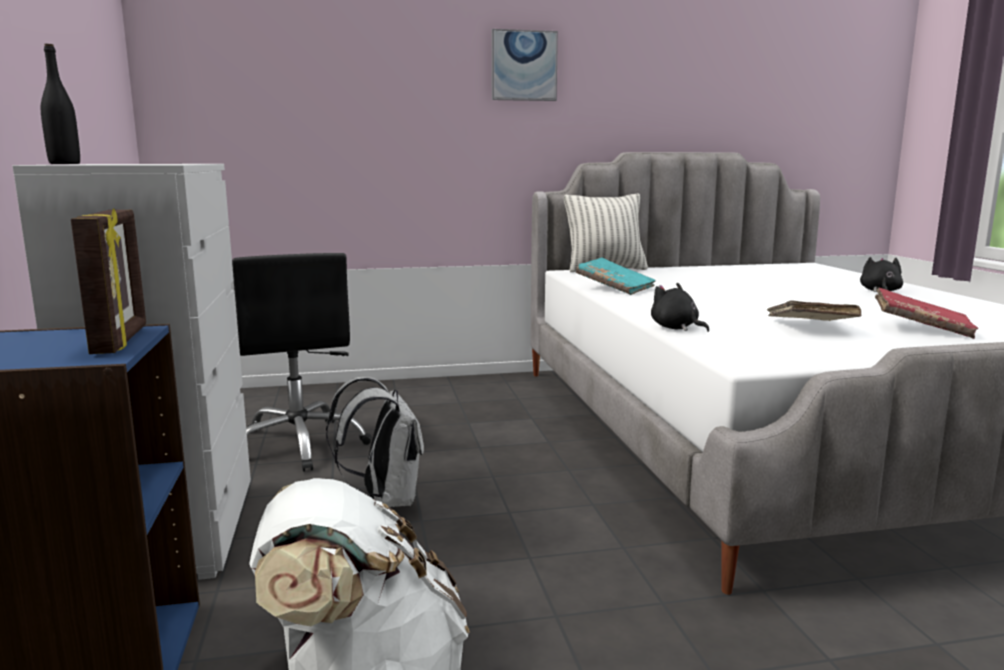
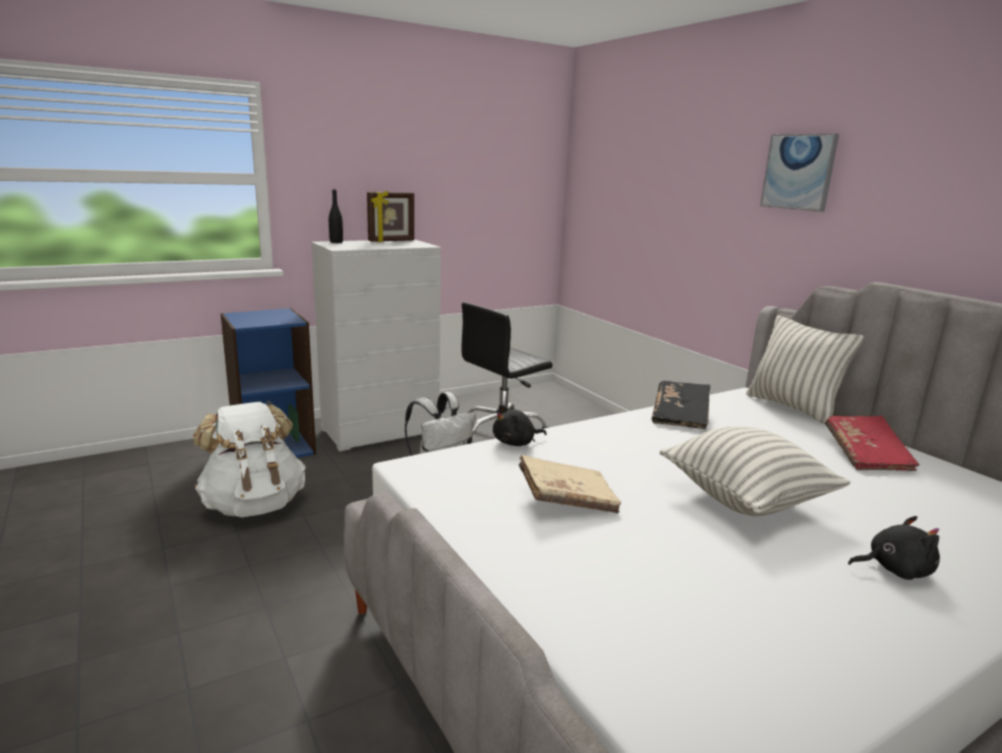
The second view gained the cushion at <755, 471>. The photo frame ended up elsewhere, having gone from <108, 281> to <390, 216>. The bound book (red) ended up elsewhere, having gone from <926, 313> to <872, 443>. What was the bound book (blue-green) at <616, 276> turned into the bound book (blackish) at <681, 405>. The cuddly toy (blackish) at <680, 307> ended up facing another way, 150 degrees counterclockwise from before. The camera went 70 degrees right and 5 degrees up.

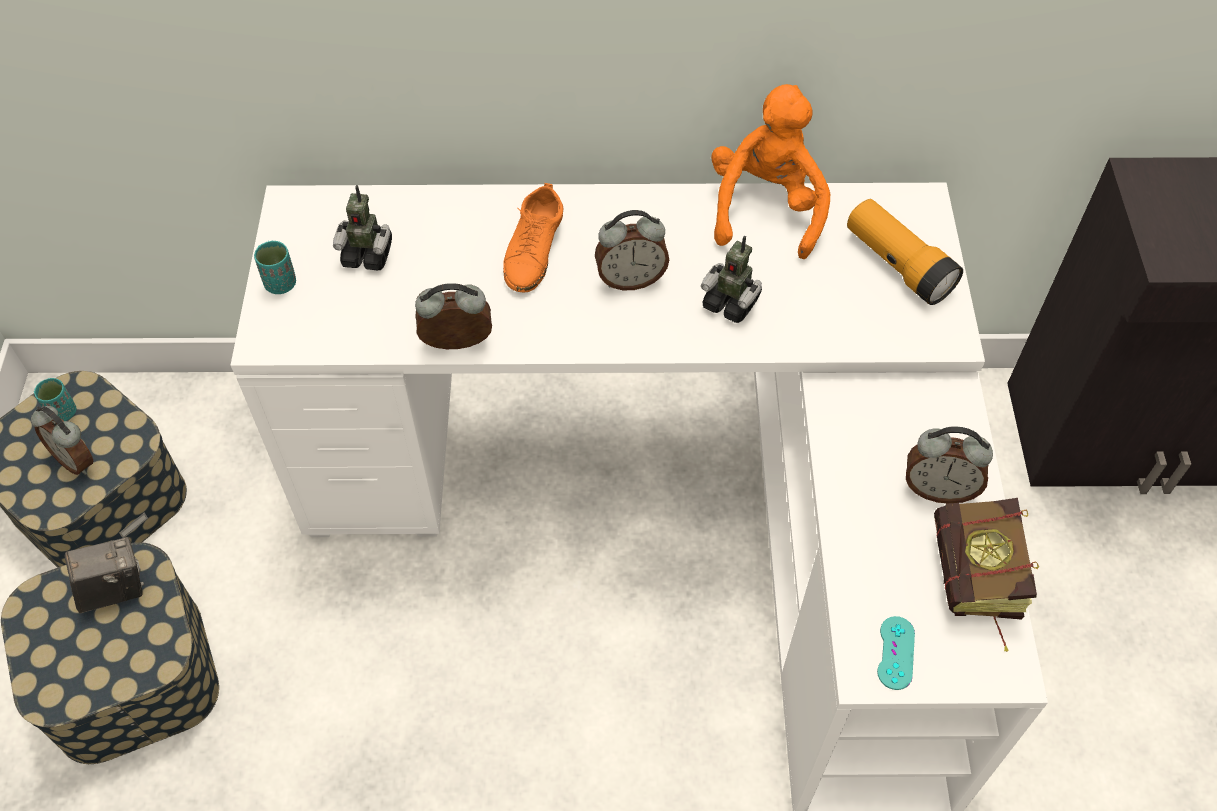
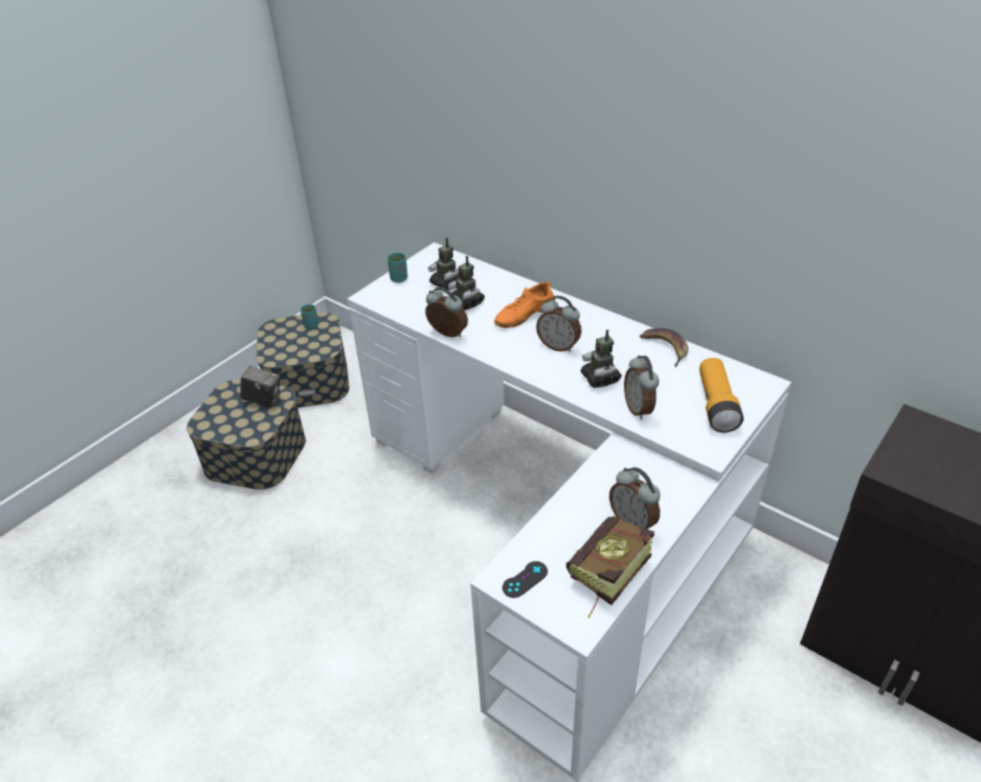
The second view gained the toy robot at <466, 283>. The bedside clock ended up elsewhere, having gone from <62, 440> to <641, 387>. Where the cuddly toy (orange-coloured) stood at <770, 171>, the whole banana came to stand at <663, 347>. What was the joypad (blue-green) at <896, 653> turned into the joypad (blackish) at <525, 579>. The camera went 40 degrees right and 15 degrees down.

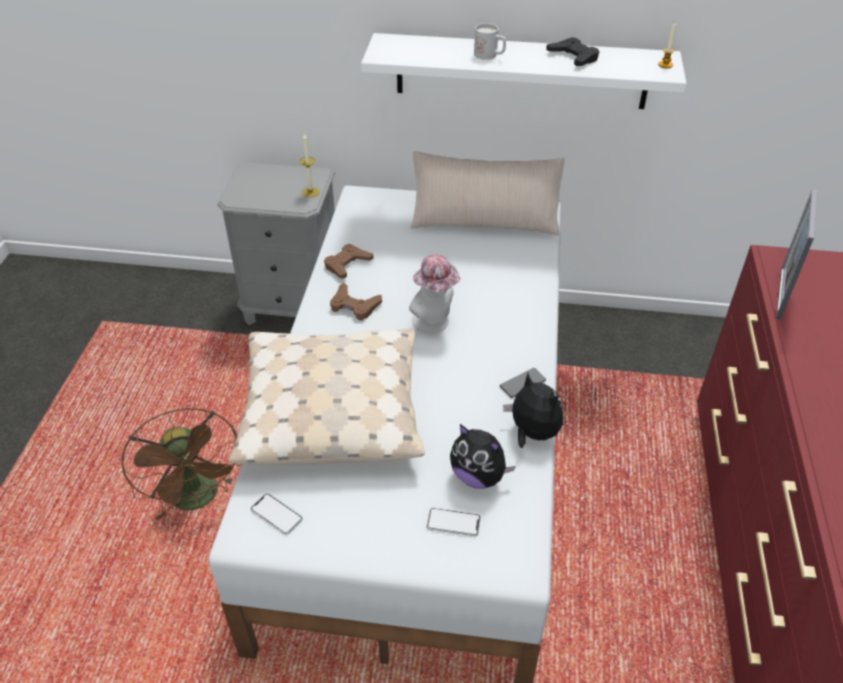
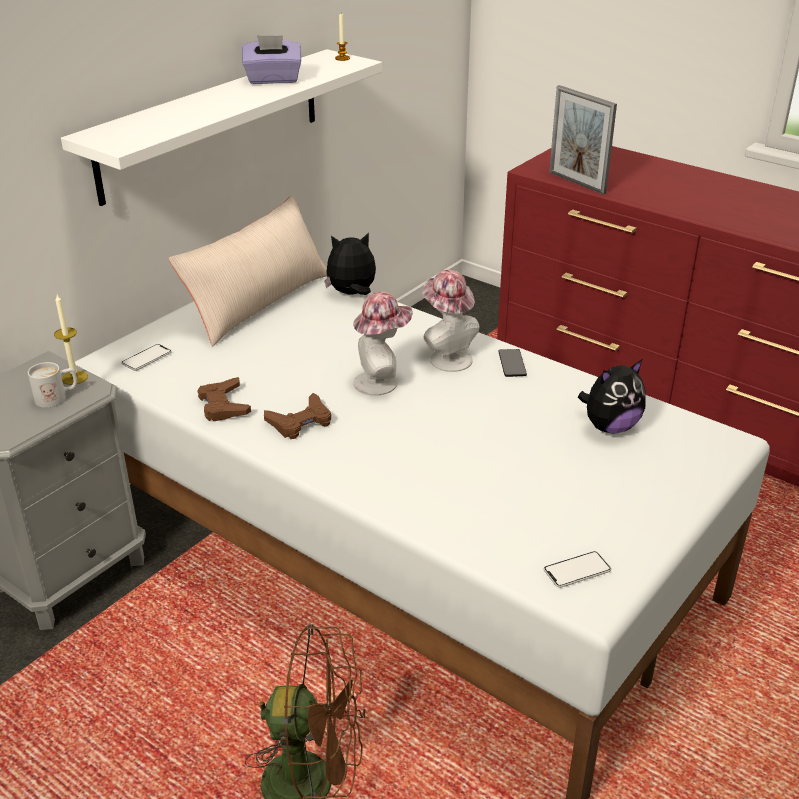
The second view lost the cushion (beige-coloured) at <326, 397>. The second view gained the wearable hat at <450, 321>. The telephone ended up elsewhere, having gone from <454, 522> to <146, 357>. The tea mug (white) ended up elsewhere, having gone from <490, 41> to <52, 385>. The cuddly toy ended up elsewhere, having gone from <533, 410> to <350, 263>. Where the joypad (blackish) stood at <572, 51>, the tissue holder (purple-coloured) came to stand at <271, 59>. The camera went 60 degrees left and 10 degrees down.

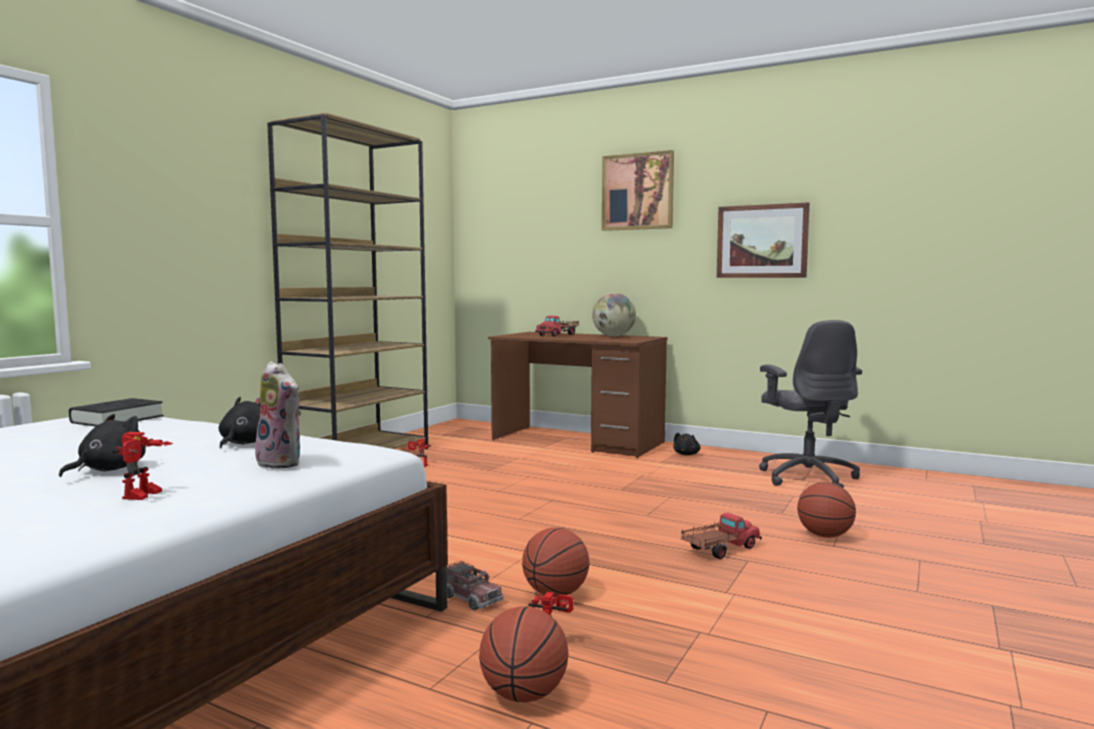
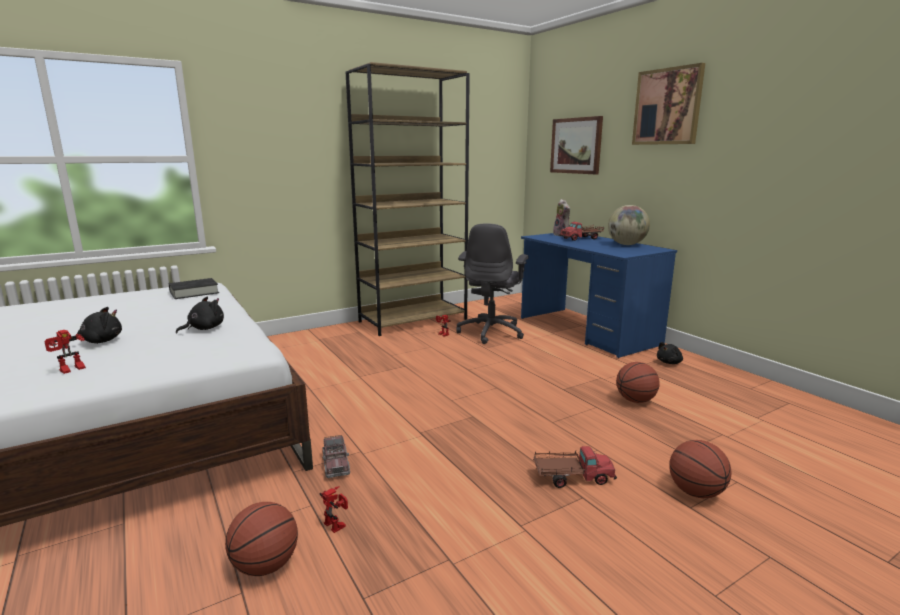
The cuddly toy ended up elsewhere, having gone from <278, 415> to <561, 217>. The basketball ball ended up elsewhere, having gone from <555, 562> to <638, 382>. The wall art ended up elsewhere, having gone from <763, 240> to <576, 145>. The computer chair (grey) ended up elsewhere, having gone from <810, 404> to <492, 283>. What was the desk table (brown) at <577, 395> turned into the desk table (blue-coloured) at <599, 295>. The camera went 30 degrees right and 10 degrees up.

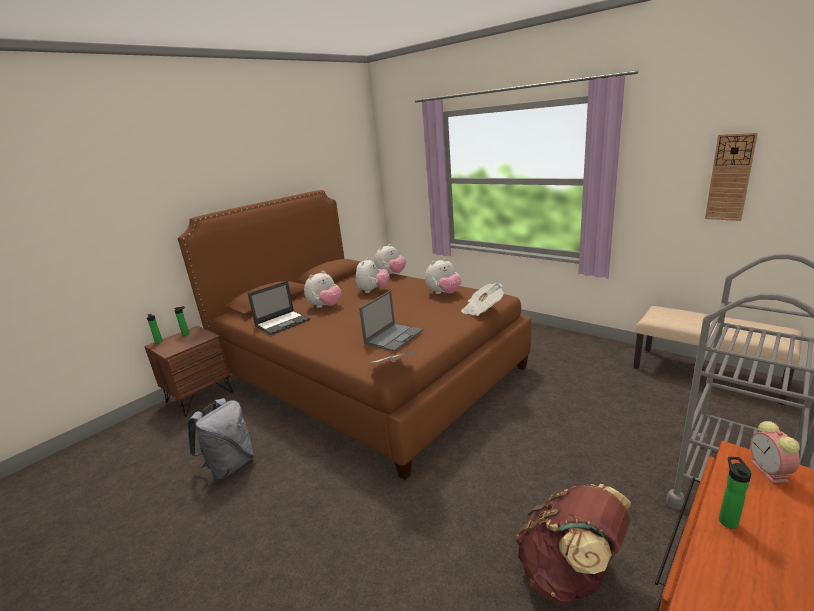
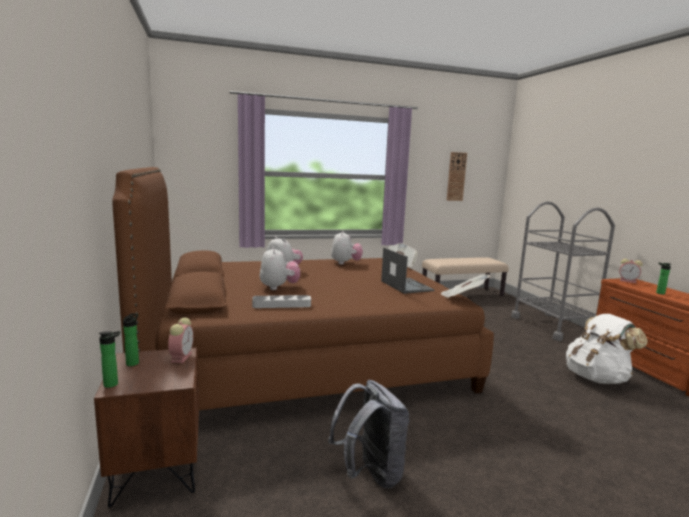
The second view lost the cuddly toy at <390, 259>. The second view gained the bedside clock at <180, 340>. Where the laptop stood at <279, 308>, the carrying tray (grey) came to stand at <281, 301>. What was the knapsack (brown) at <573, 544> turned into the knapsack (white) at <607, 349>. The camera went 60 degrees left and 10 degrees down.

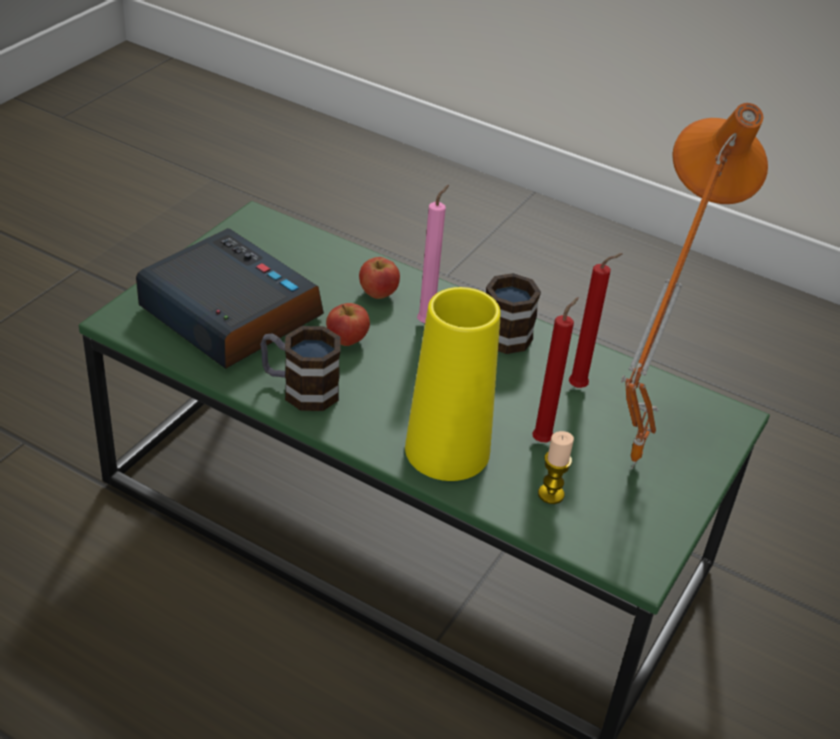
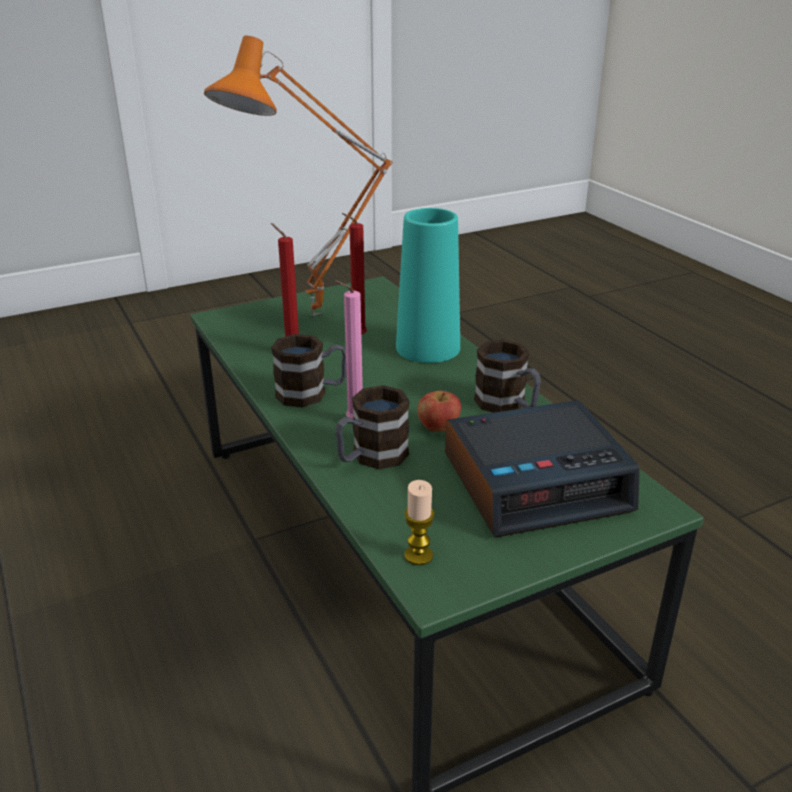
The wax candle ended up elsewhere, having gone from <556, 467> to <419, 522>. Where the apple fruit stood at <379, 278>, the tea mug came to stand at <372, 427>. What was the decorative vase (yellow-coloured) at <453, 384> turned into the decorative vase (blue-green) at <428, 285>. The bedside clock at <230, 298> ended up facing another way, 90 degrees counterclockwise from before. The camera went 145 degrees left and 10 degrees down.

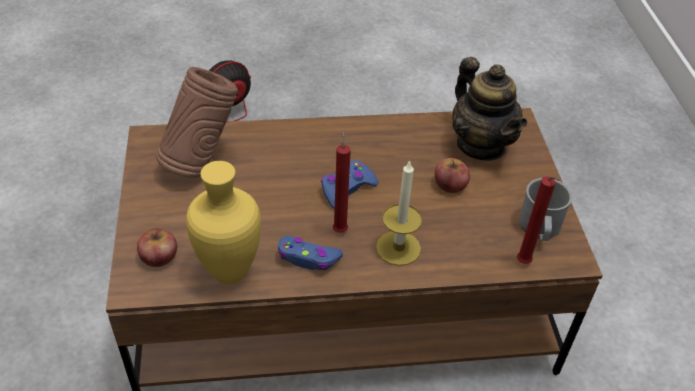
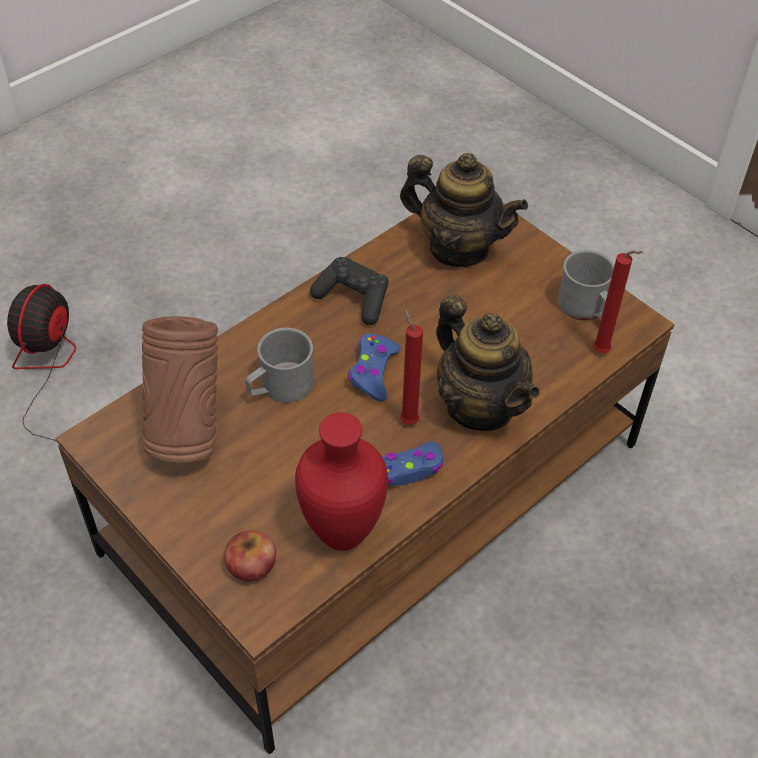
The second view lost the apple fruit at <452, 175>. The second view gained the tea mug (grey) at <280, 364>. The second view gained the joypad (blackish) at <349, 291>. Where the wax candle stood at <399, 213>, the pot for tea came to stand at <488, 363>. What was the decorative vase (yellow-coloured) at <223, 222> turned into the decorative vase (red) at <341, 481>. The camera went 35 degrees left and 5 degrees up.

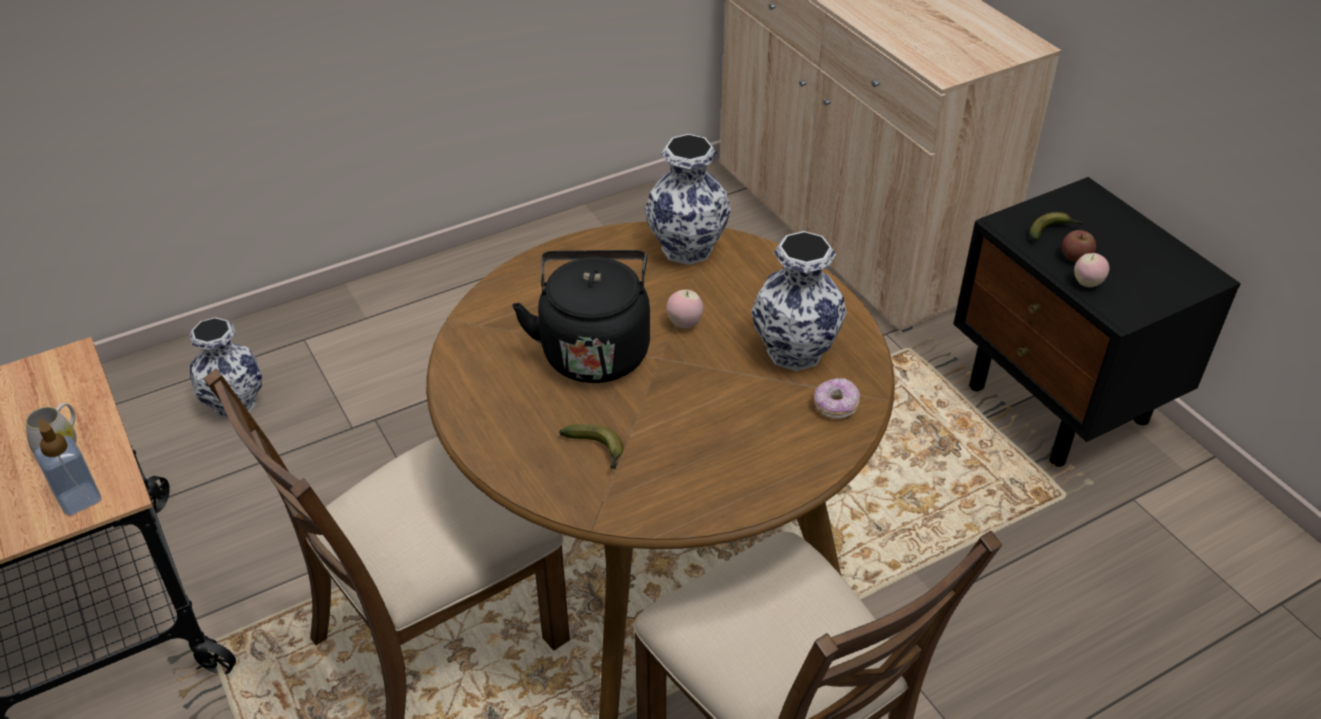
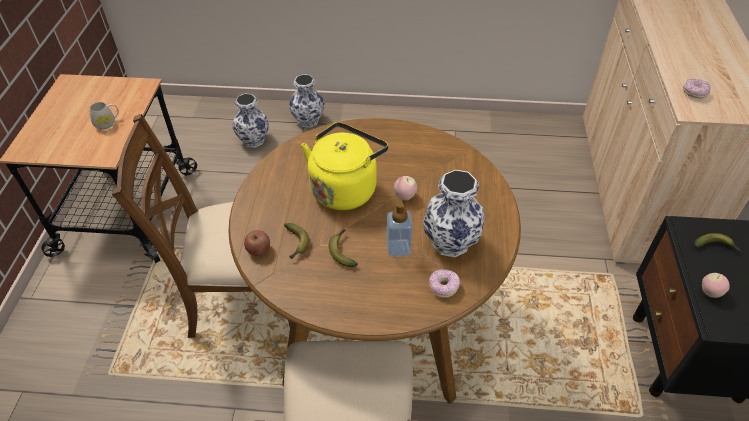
The second view gained the whole banana at <343, 248>. The second view gained the doughnut at <697, 88>. The soap dispenser ended up elsewhere, having gone from <67, 467> to <400, 227>. The decorative vase ended up elsewhere, having gone from <688, 199> to <306, 101>. The apple fruit ended up elsewhere, having gone from <1079, 246> to <257, 243>. What was the water kettle (blackish) at <581, 316> turned into the water kettle (yellow-coloured) at <344, 166>. The camera went 35 degrees right and 5 degrees up.

